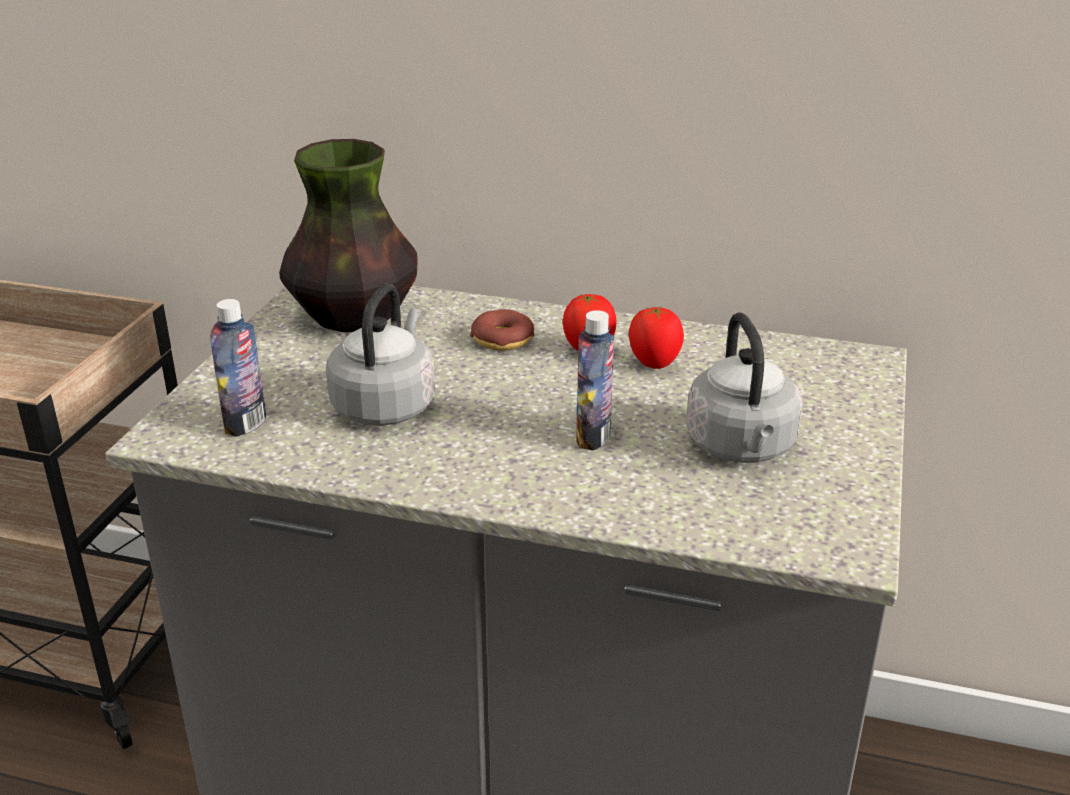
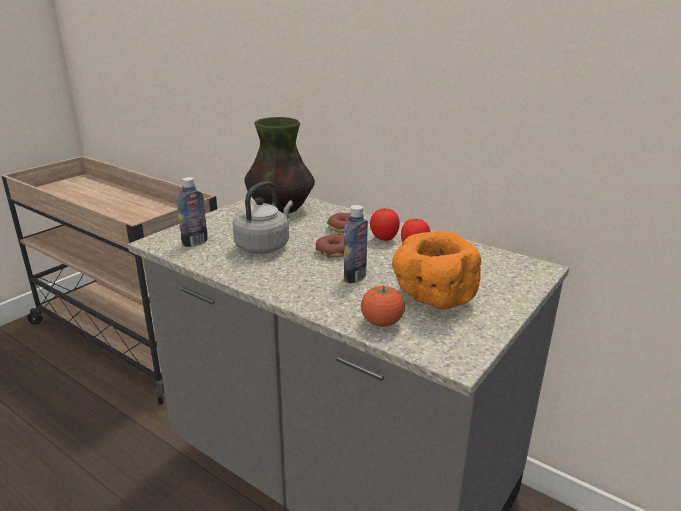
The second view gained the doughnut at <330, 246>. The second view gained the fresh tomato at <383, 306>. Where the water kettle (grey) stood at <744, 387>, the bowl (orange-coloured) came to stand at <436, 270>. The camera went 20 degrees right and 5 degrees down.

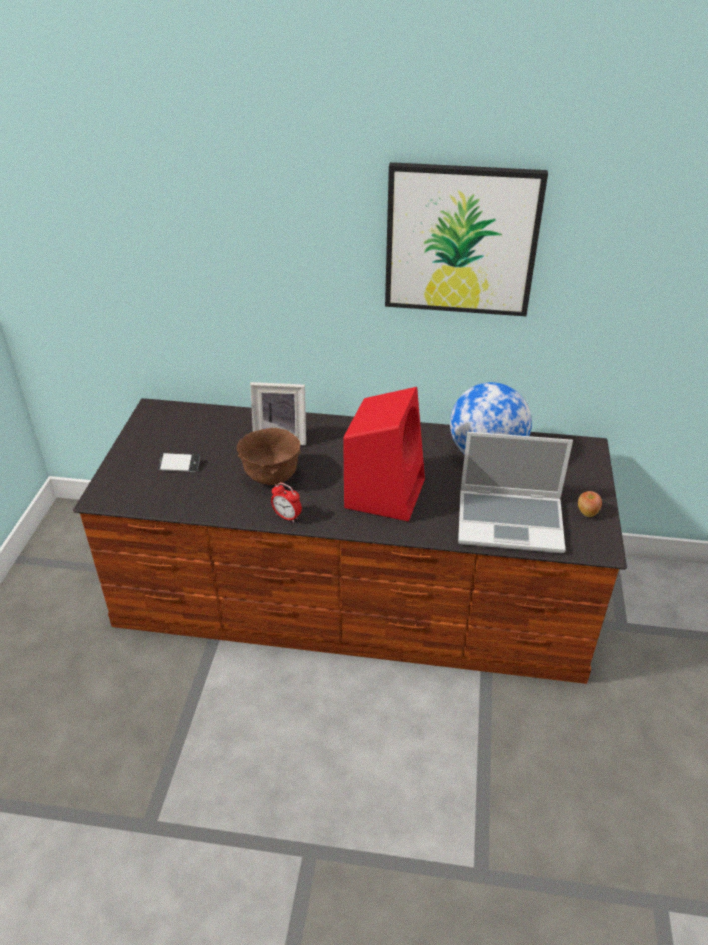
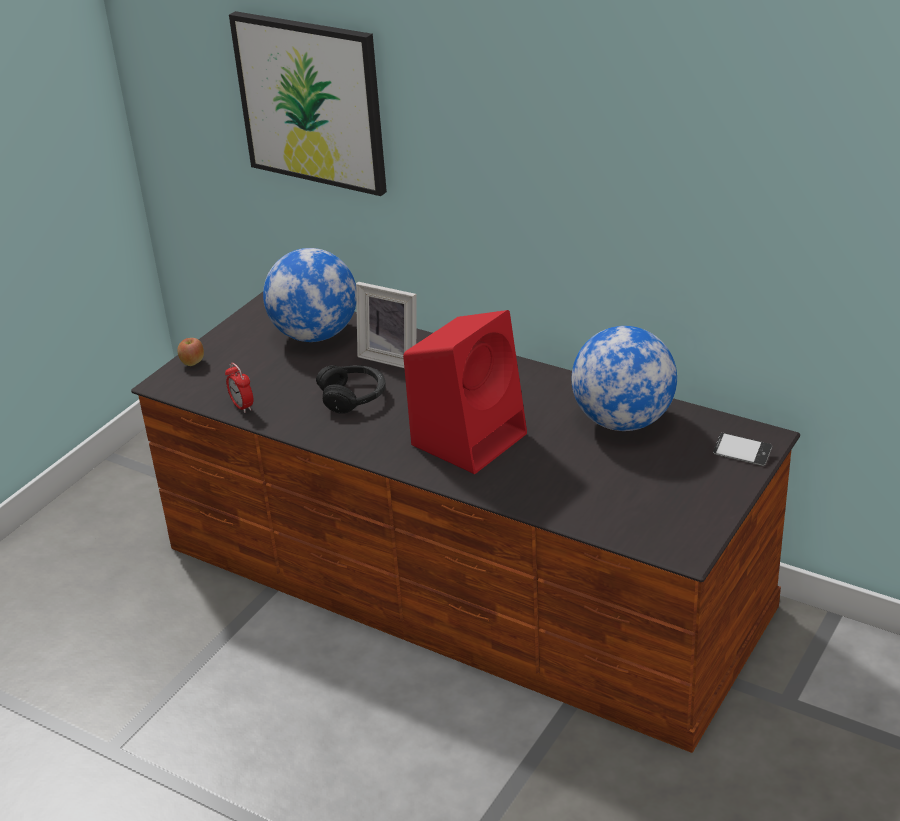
The second view lost the laptop at <515, 492>. The second view gained the desk globe at <309, 295>. The telephone ended up elsewhere, having gone from <179, 462> to <742, 449>. The bedside clock ended up elsewhere, having gone from <286, 503> to <239, 388>. The wall art ended up elsewhere, having gone from <466, 239> to <308, 103>. The apple fruit ended up elsewhere, having gone from <590, 504> to <190, 352>. Where the bowl (brown) stood at <269, 456>, the headphones (blackish) came to stand at <351, 389>. The camera went 25 degrees right and 5 degrees down.

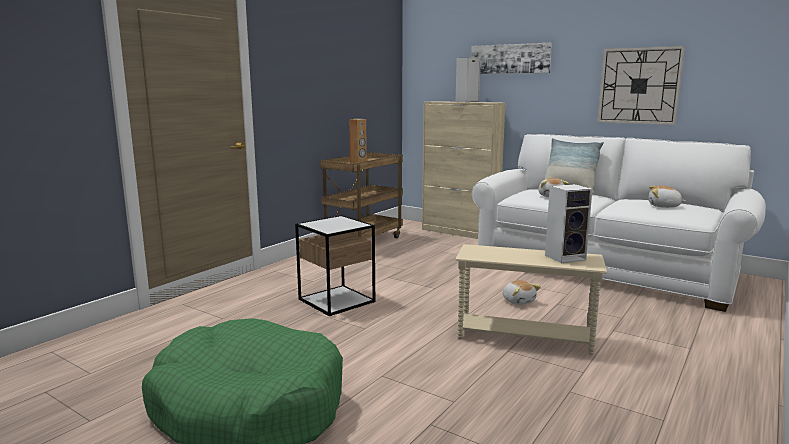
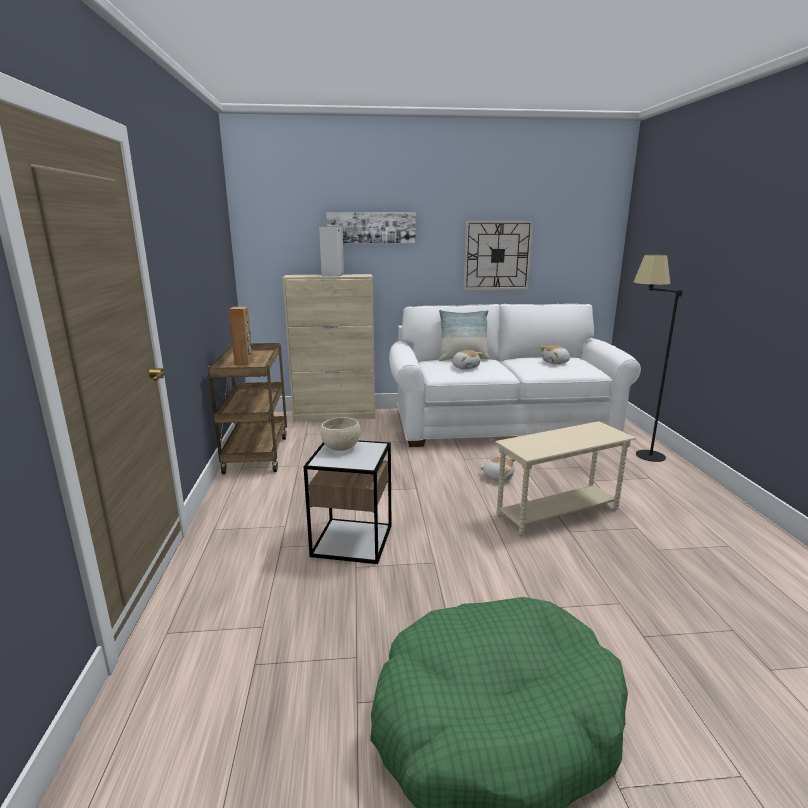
The second view lost the speaker at <569, 223>. The second view gained the bowl (beige-coloured) at <341, 434>. The second view gained the standard lamp (blackish) at <658, 358>. The camera went 40 degrees left and 5 degrees up.

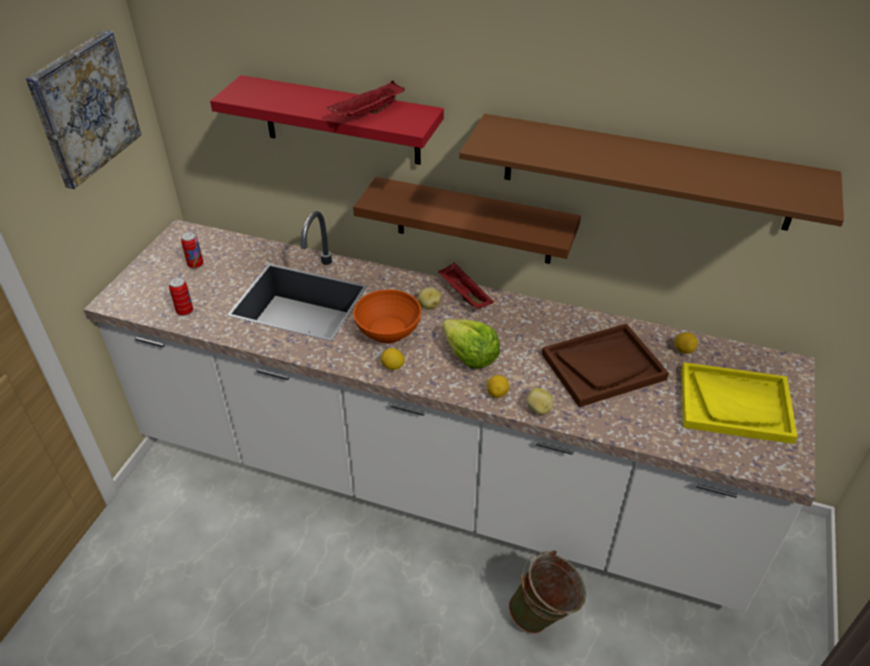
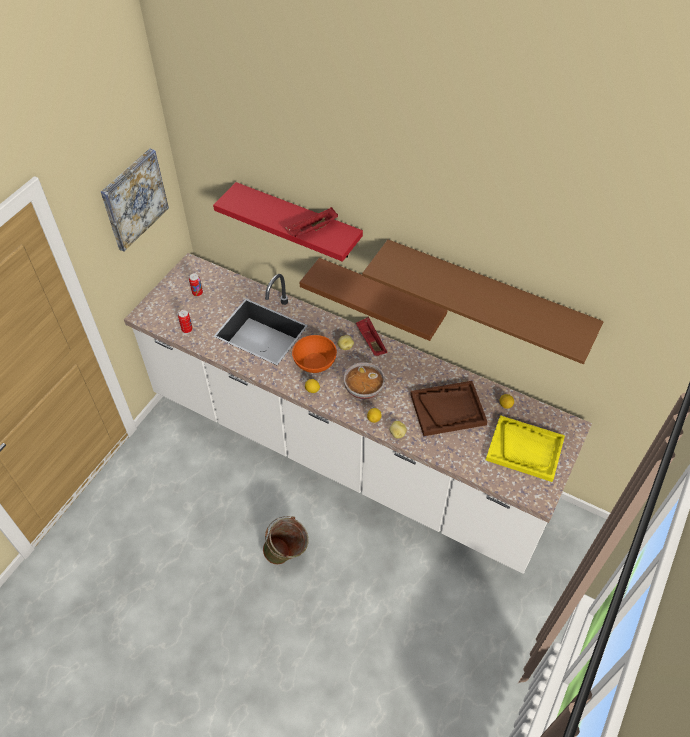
The pail (greenish) ended up elsewhere, having gone from <547, 592> to <286, 540>. Where the head of lettuce stood at <471, 343>, the bowl came to stand at <364, 380>. The camera went 10 degrees right and 10 degrees up.

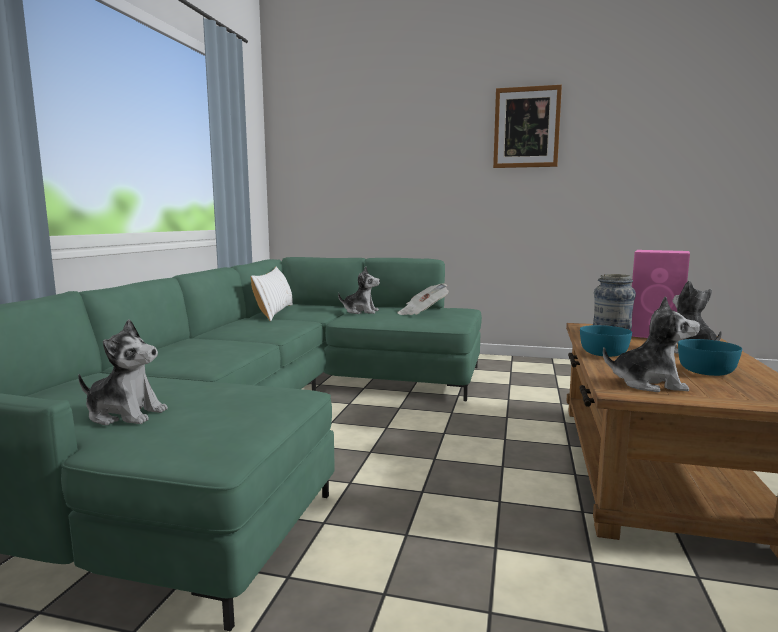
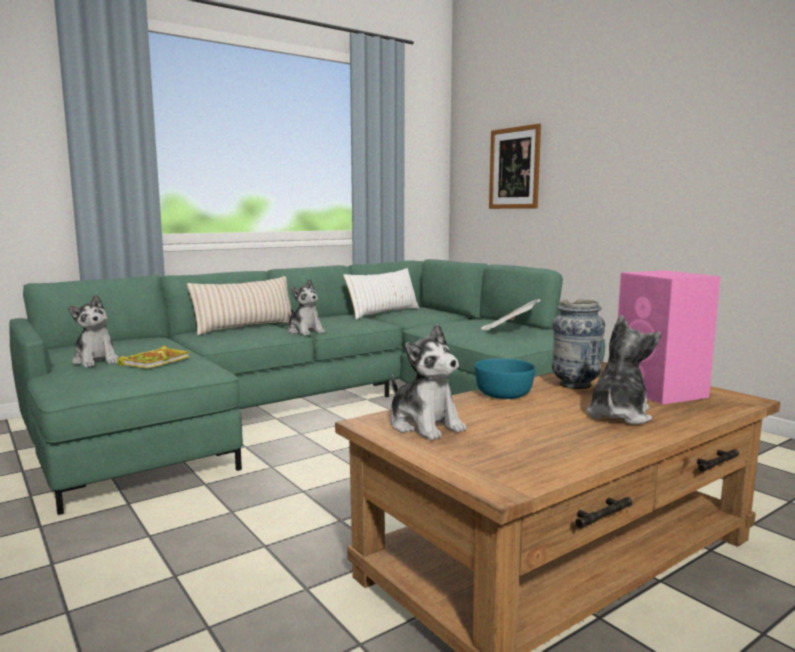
The second view lost the bowl (blue-green) at <710, 357>. The second view gained the bound book at <153, 357>. The second view gained the cushion (beige-coloured) at <239, 305>. The cuddly toy ended up elsewhere, having gone from <359, 290> to <306, 307>. The wall art ended up elsewhere, having gone from <527, 126> to <515, 166>. The camera went 40 degrees right and 0 degrees up.

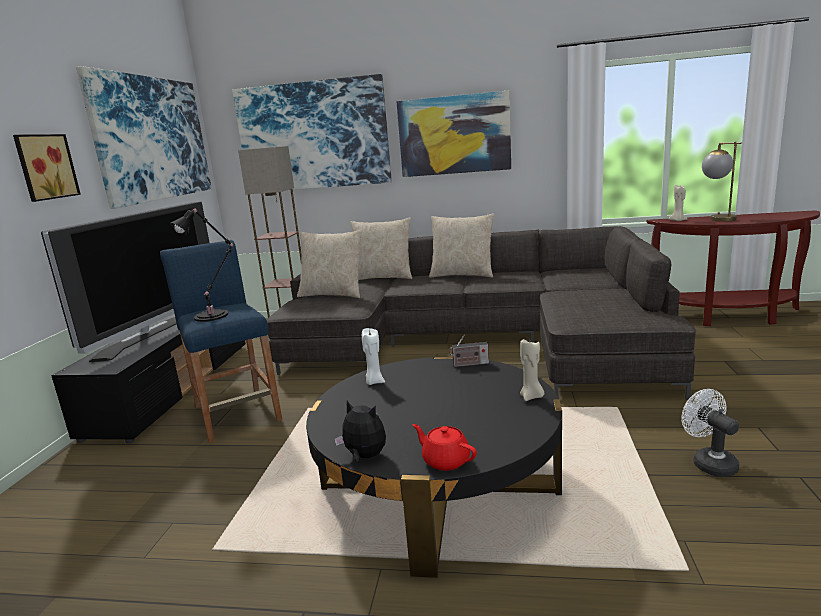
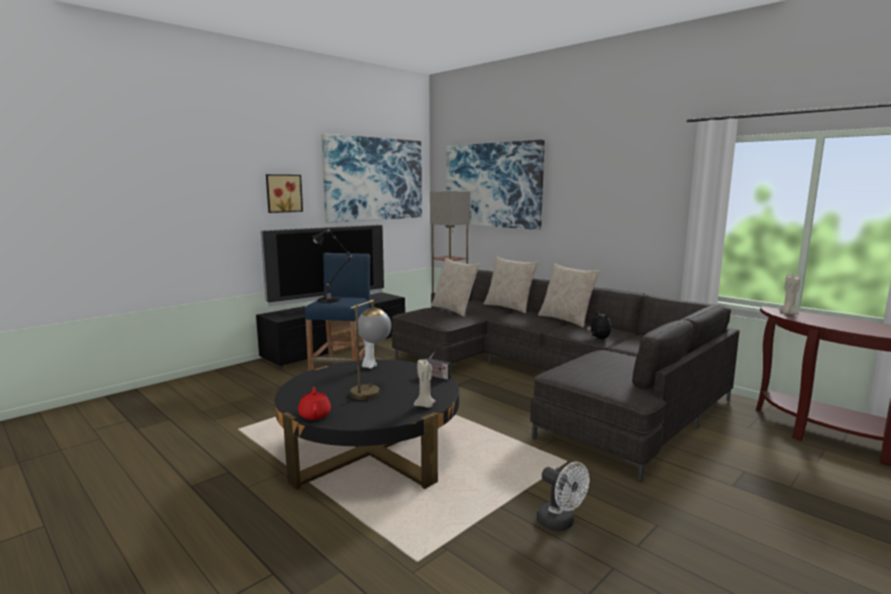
The second view lost the wall art at <453, 133>. The cuddly toy ended up elsewhere, having gone from <360, 431> to <599, 325>. The tabletop lamp ended up elsewhere, having gone from <722, 182> to <370, 350>. The electric fan (white) at <710, 433> ended up facing another way, 120 degrees clockwise from before. The camera went 35 degrees right and 5 degrees down.

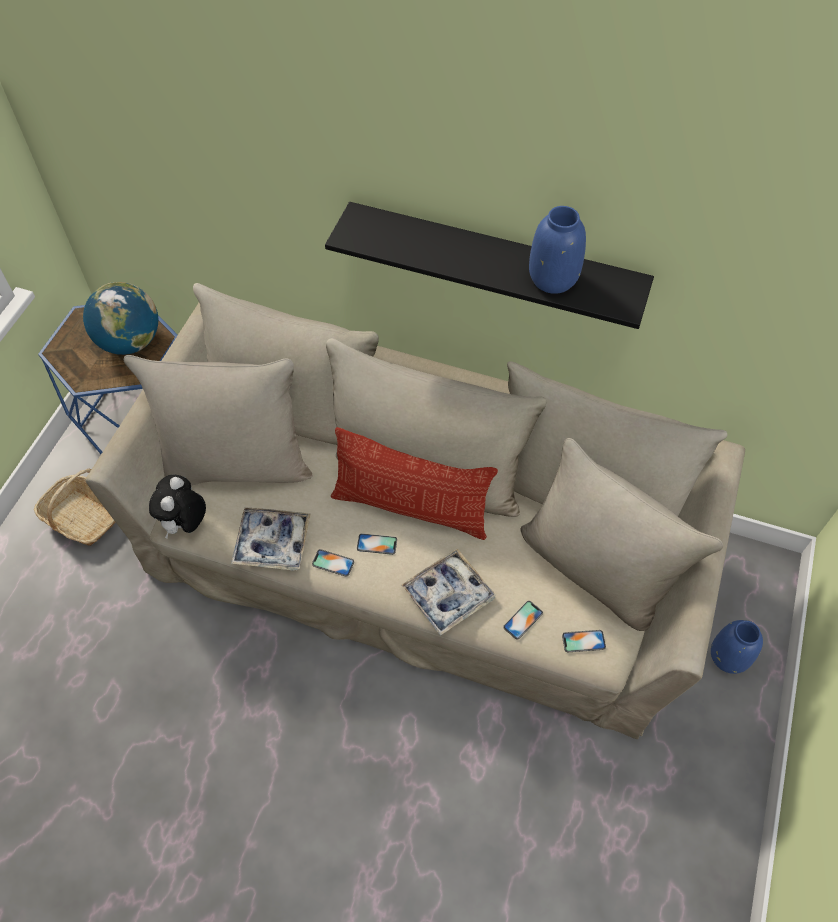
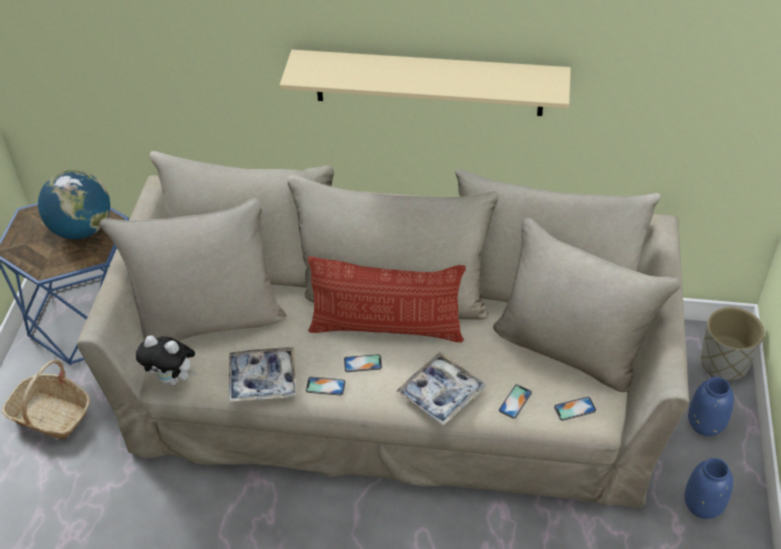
The second view gained the flower pot (grey) at <732, 344>. The decorative vase (blue-coloured) ended up elsewhere, having gone from <557, 250> to <708, 488>. What was the shelf (blackish) at <489, 265> turned into the shelf (beige-coloured) at <425, 83>. The cuddly toy at <177, 506> ended up facing another way, 75 degrees counterclockwise from before. The camera went 10 degrees left and 10 degrees down.

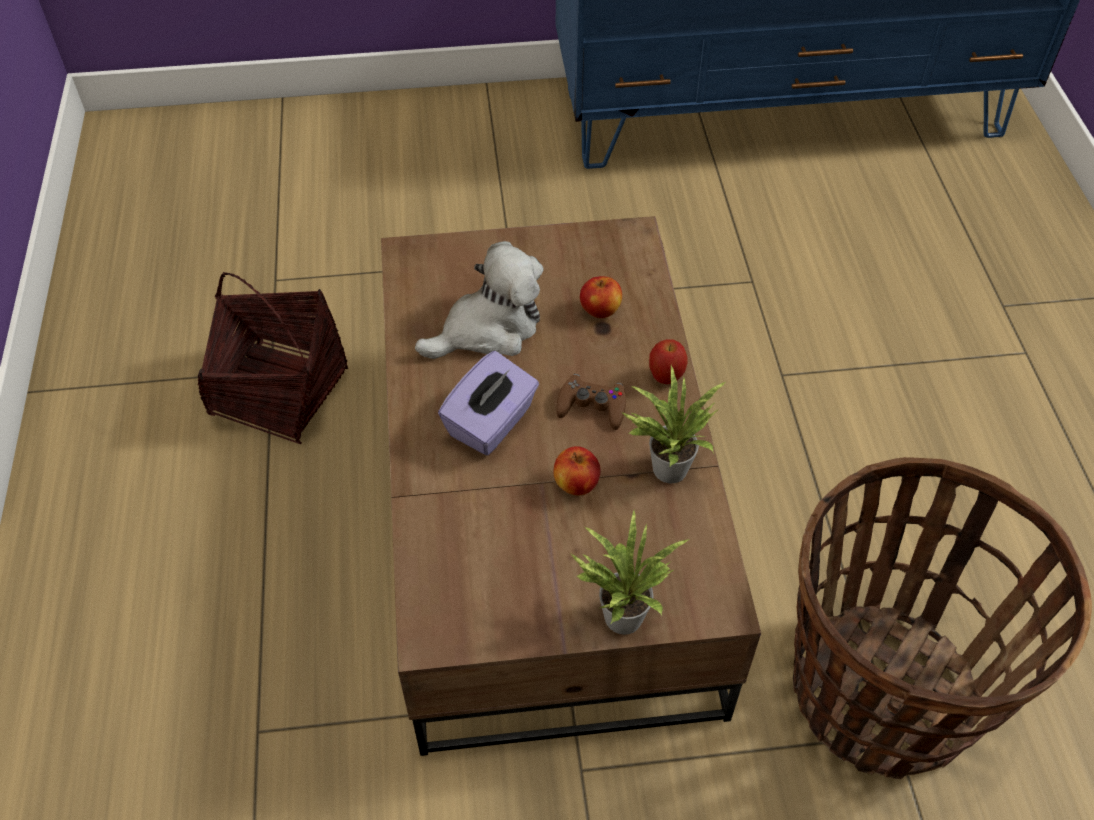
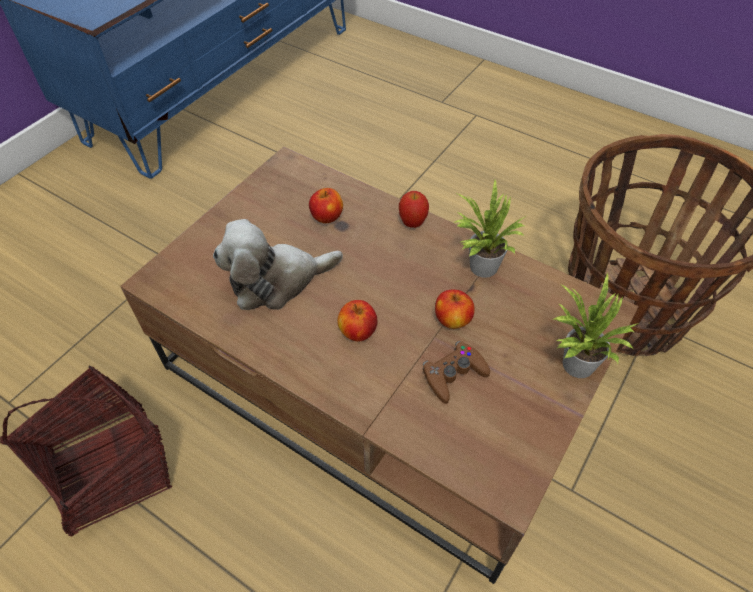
The joypad (brown) ended up elsewhere, having gone from <591, 402> to <456, 372>. Where the tissue holder (purple-coloured) stood at <488, 403>, the apple fruit came to stand at <357, 320>. The cuddly toy at <479, 300> ended up facing another way, 120 degrees counterclockwise from before. The camera went 50 degrees left and 0 degrees up.

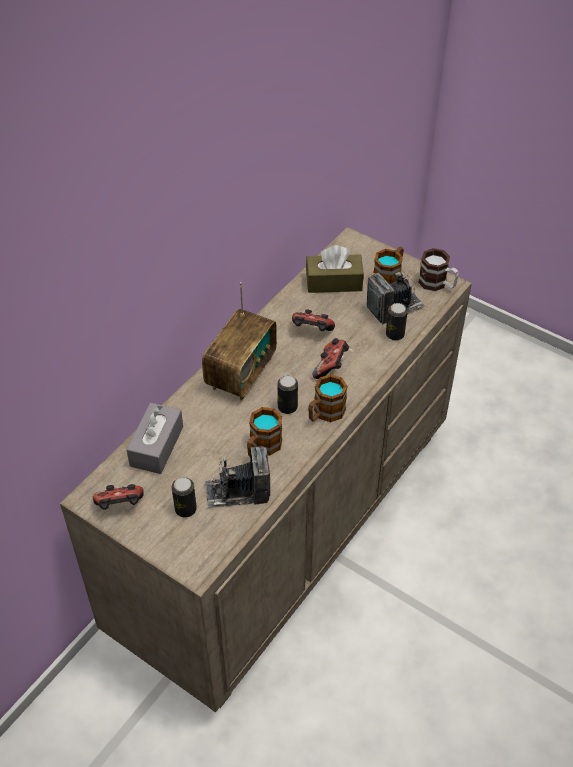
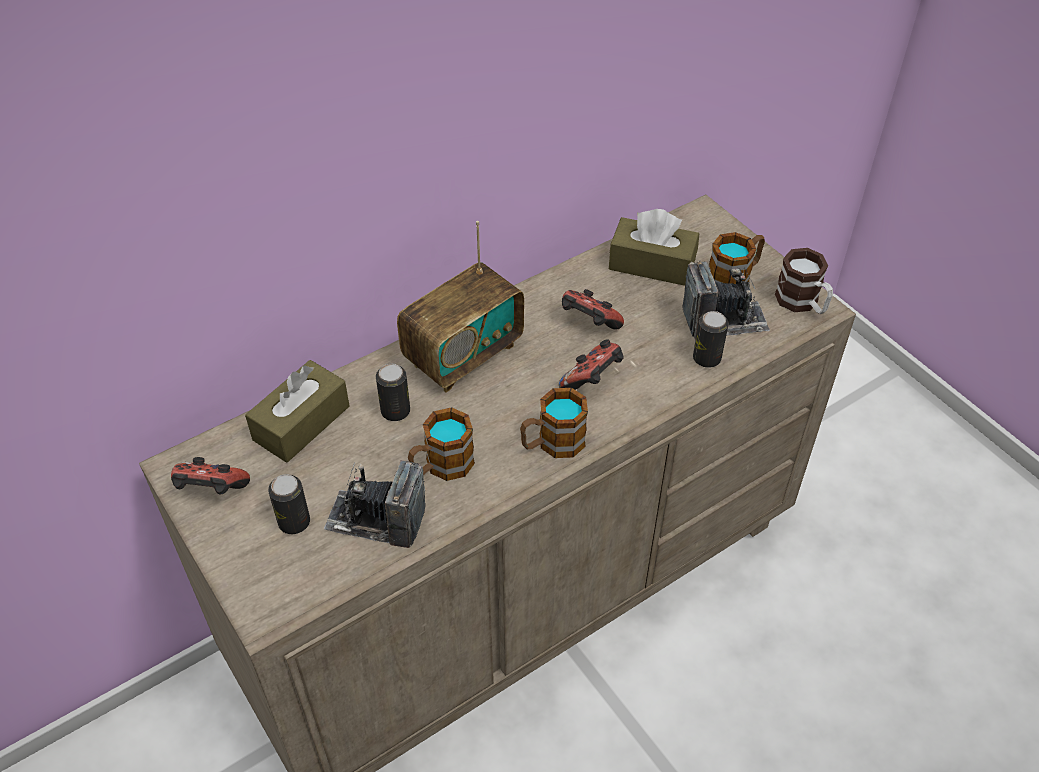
The sealed can ended up elsewhere, having gone from <287, 394> to <393, 392>. What was the tissue holder (grey) at <154, 438> turned into the tissue holder (brown) at <297, 411>. The camera went 20 degrees right and 0 degrees up.

